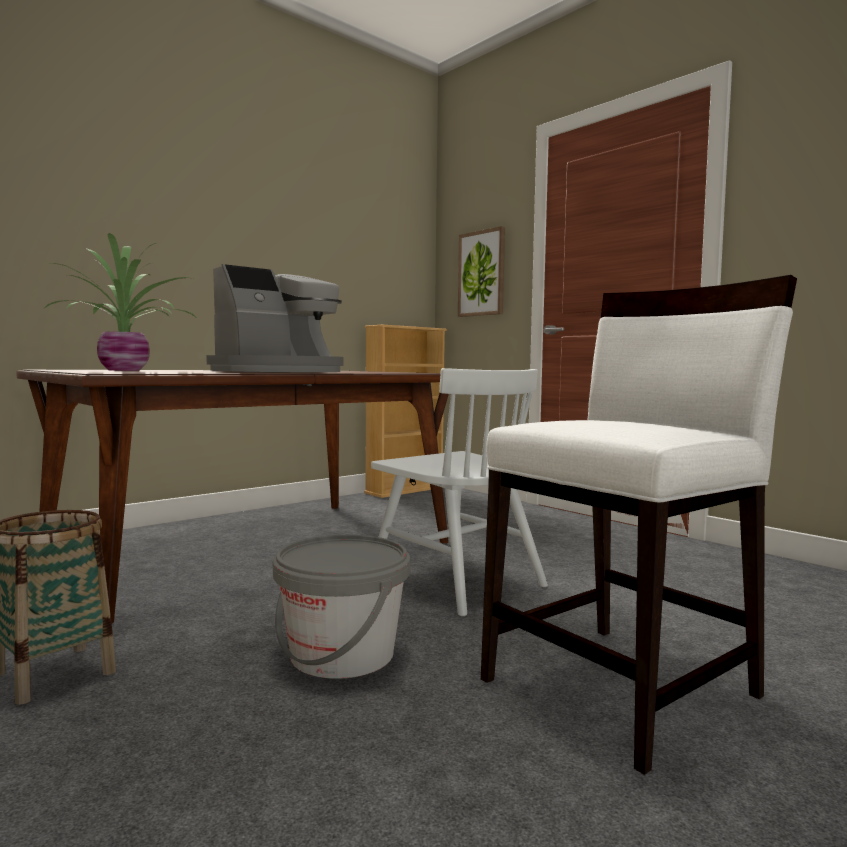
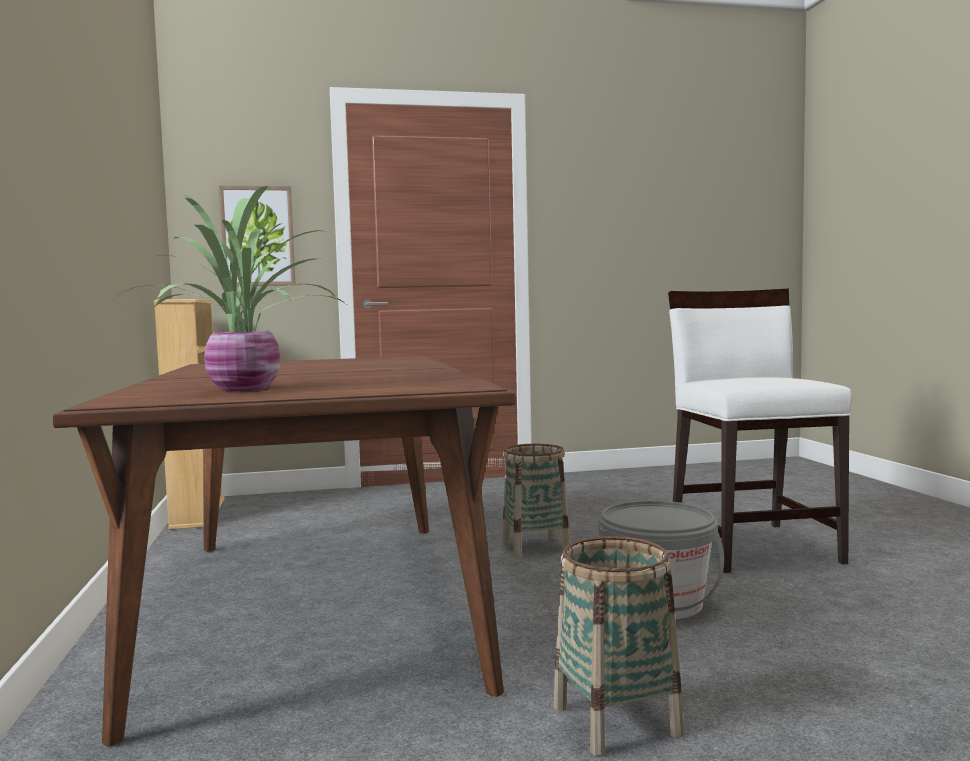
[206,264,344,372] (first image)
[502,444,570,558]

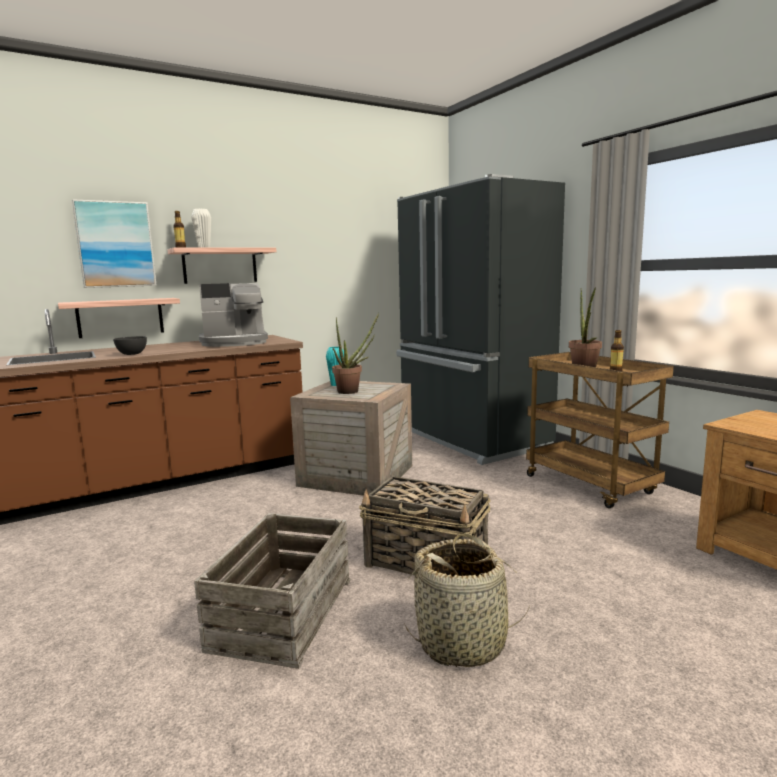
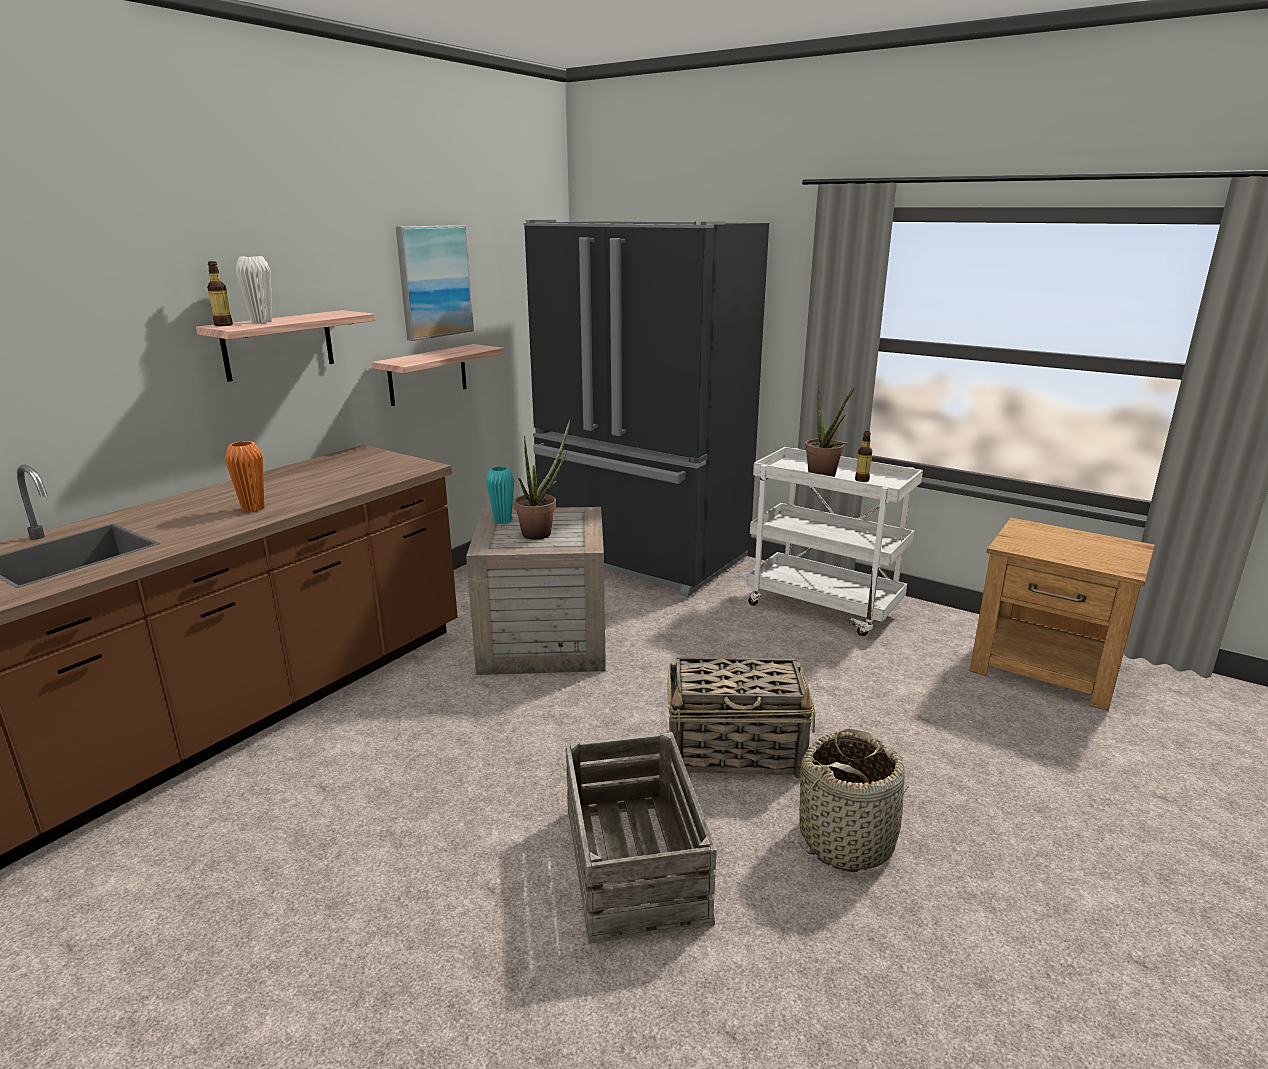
[396,225,474,341]
[199,283,268,347] (first image)
[372,344,505,406]
[113,336,147,355] (first image)
[747,447,923,636]
[225,441,264,512]

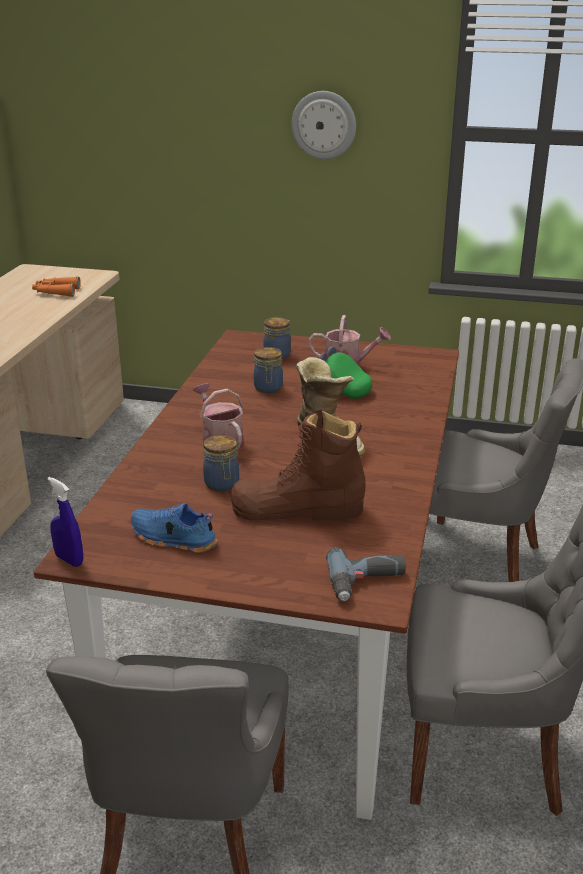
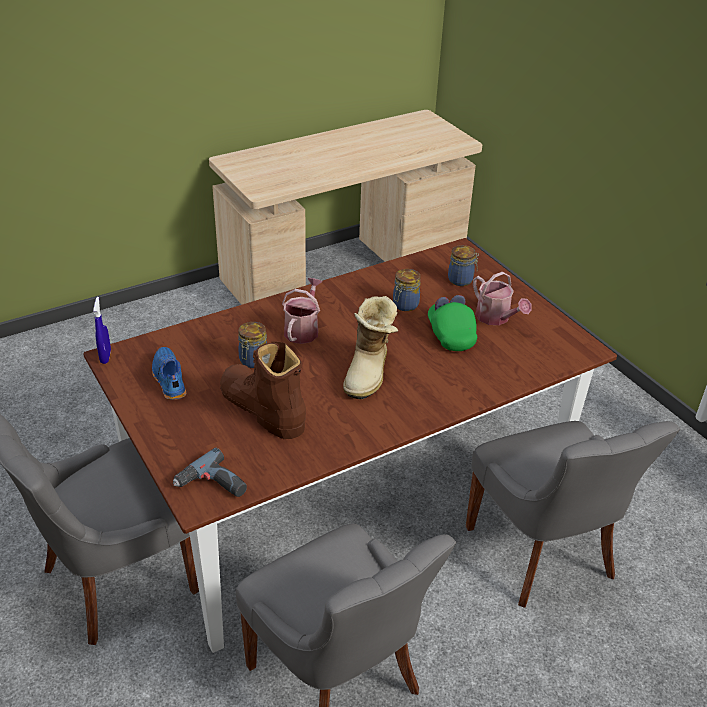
[291,91,356,159] (first image)
[32,276,81,297] (first image)

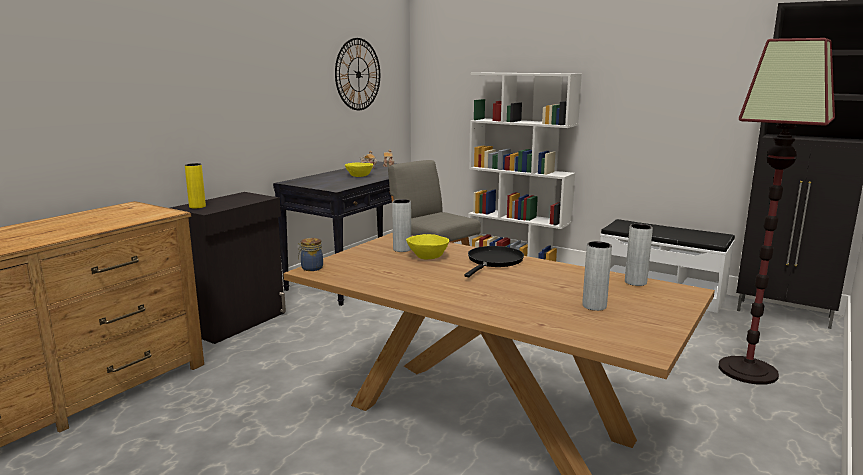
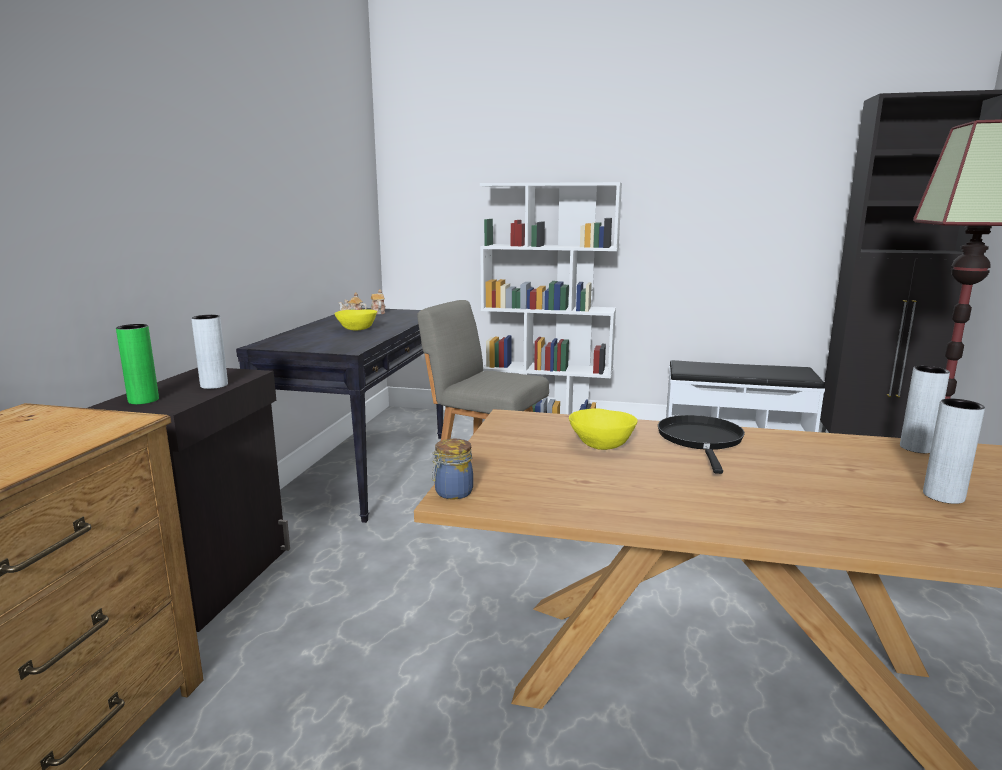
[335,38,380,110] (first image)
[116,324,159,404]
[191,315,228,389]

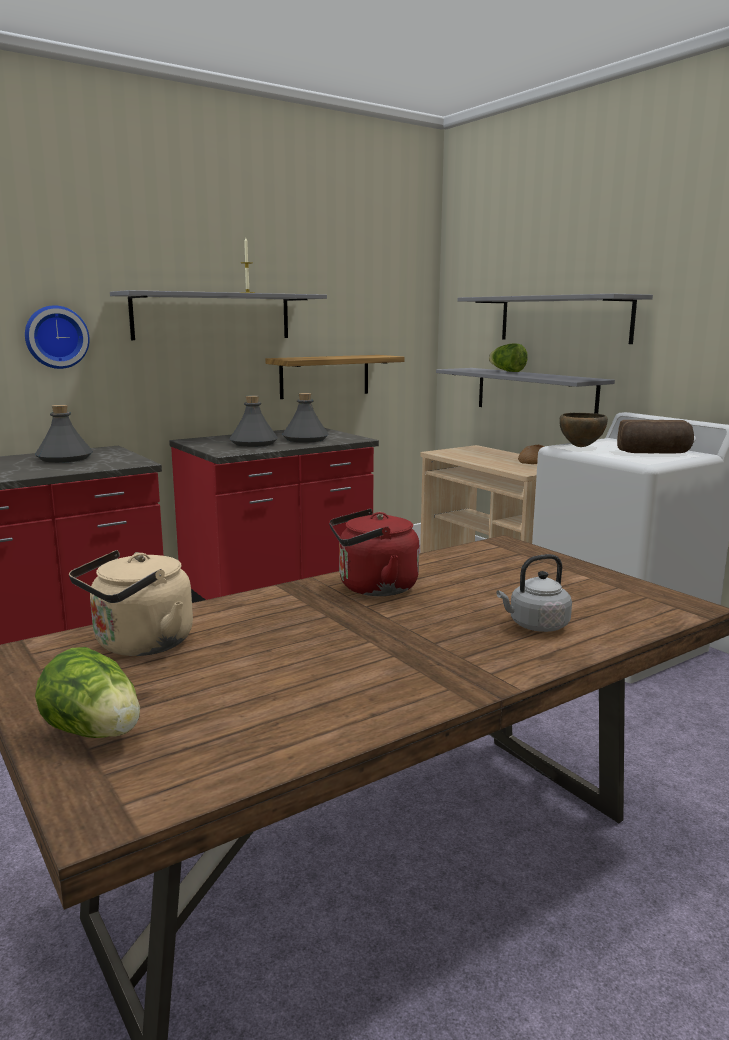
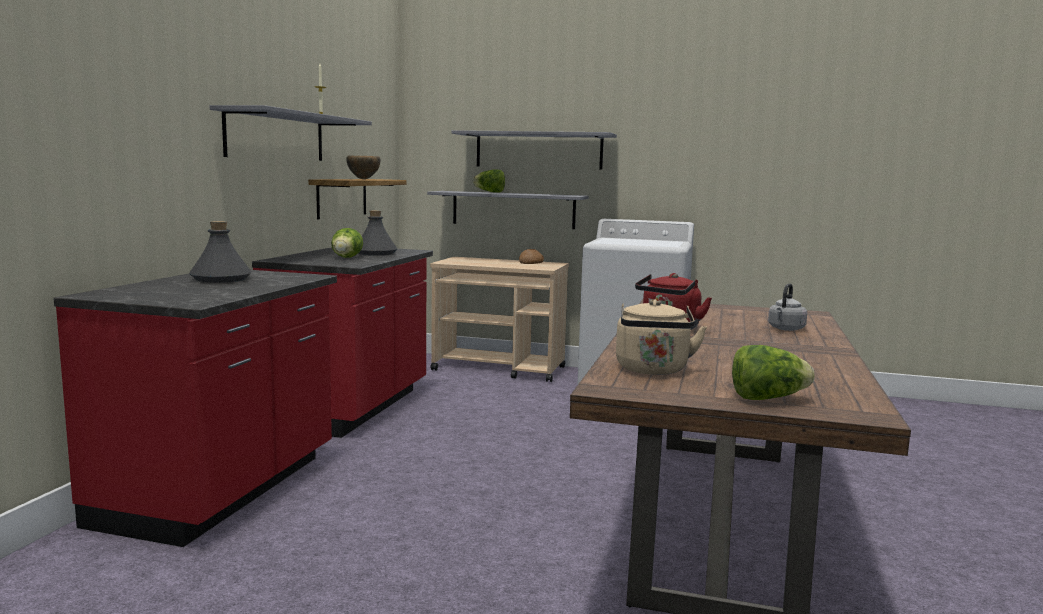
[25,305,90,369] (first image)
[331,228,363,258]
[346,155,380,179]
[617,420,694,454] (first image)

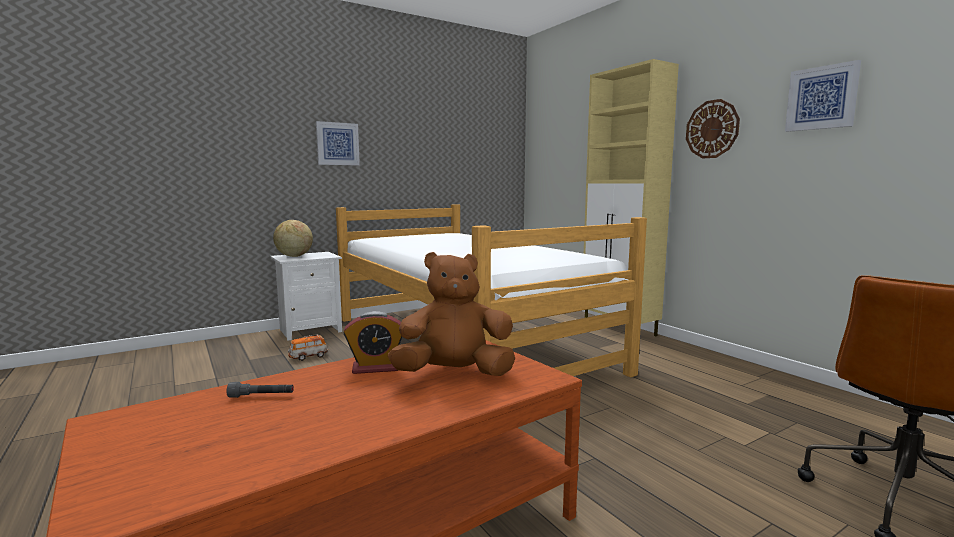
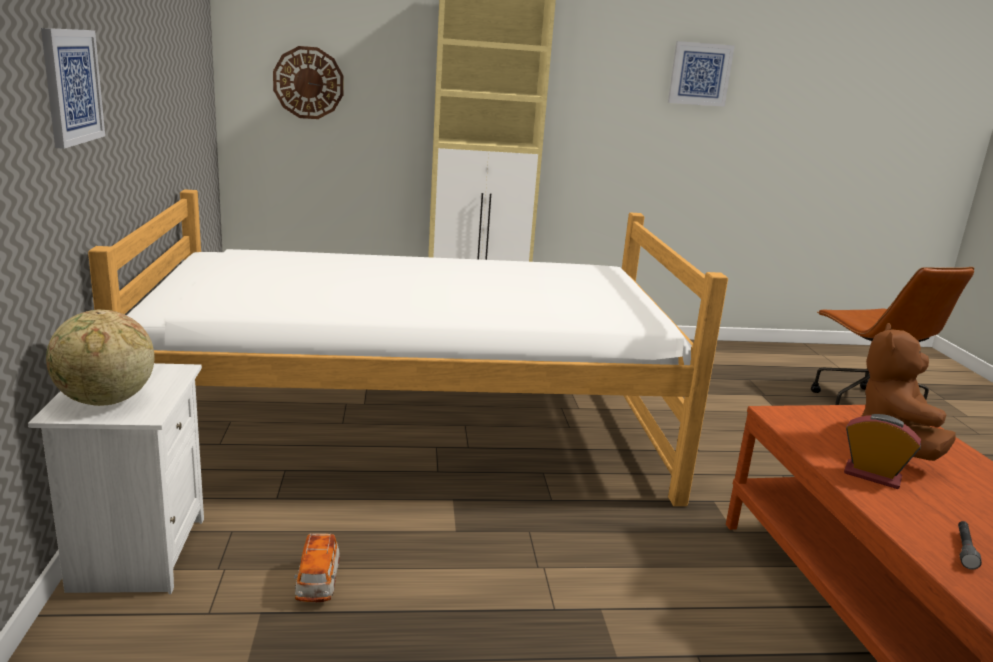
[273,46,344,119]
[844,414,921,489]

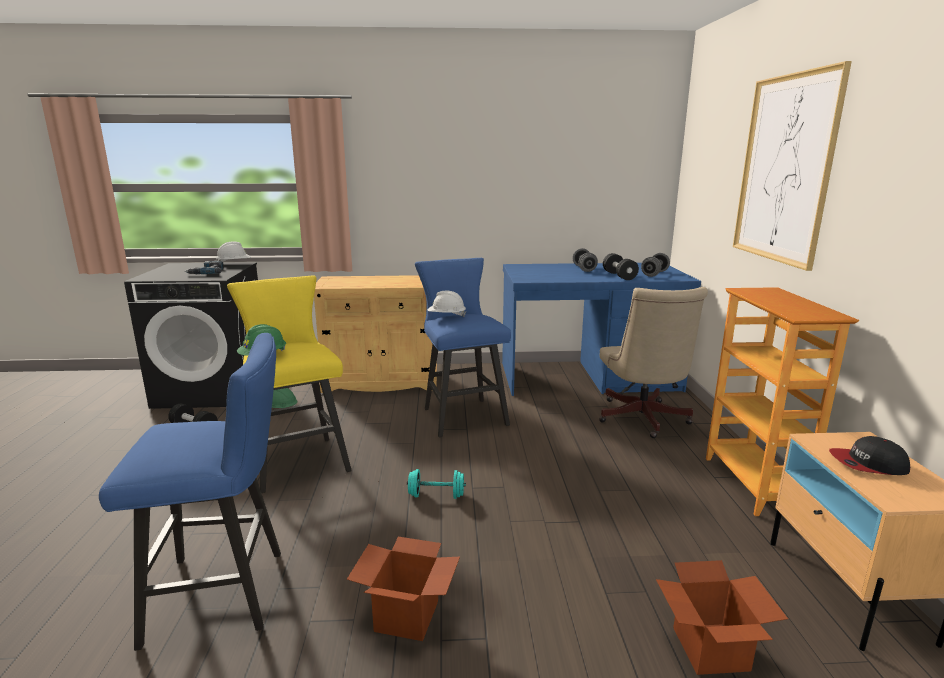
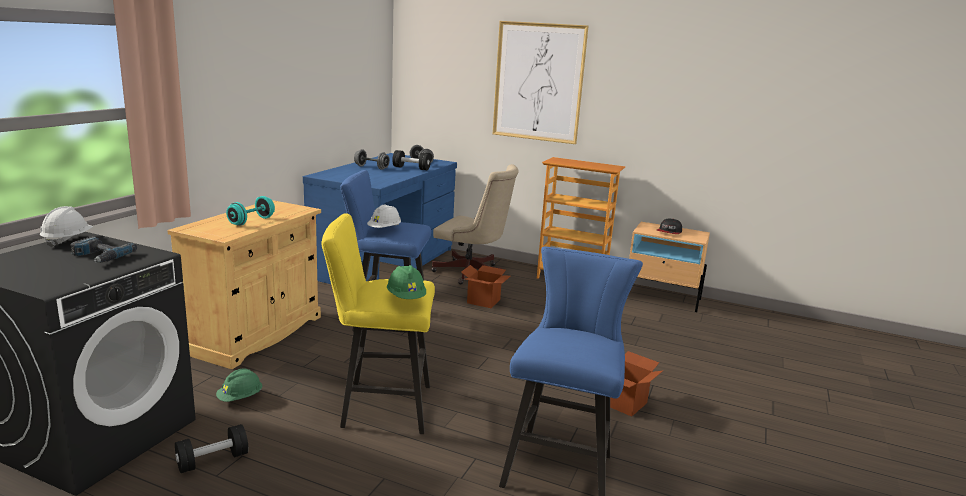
[226,196,275,226]
[461,265,510,308]

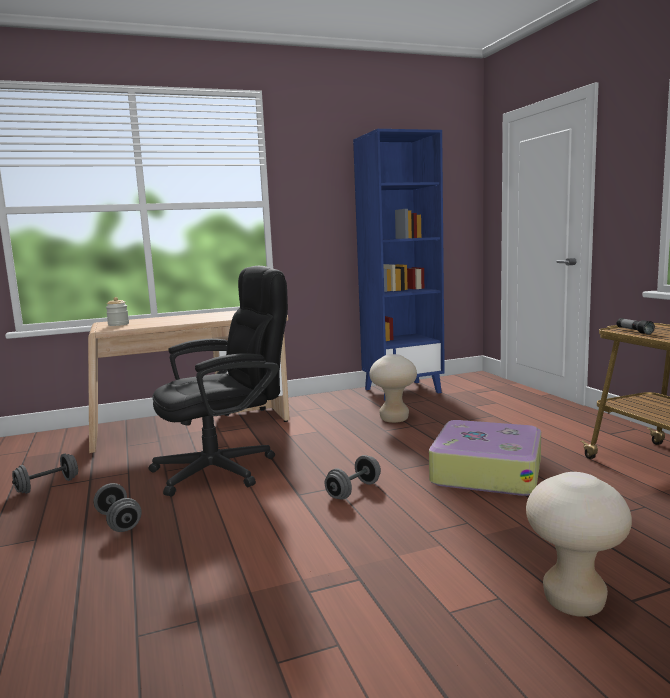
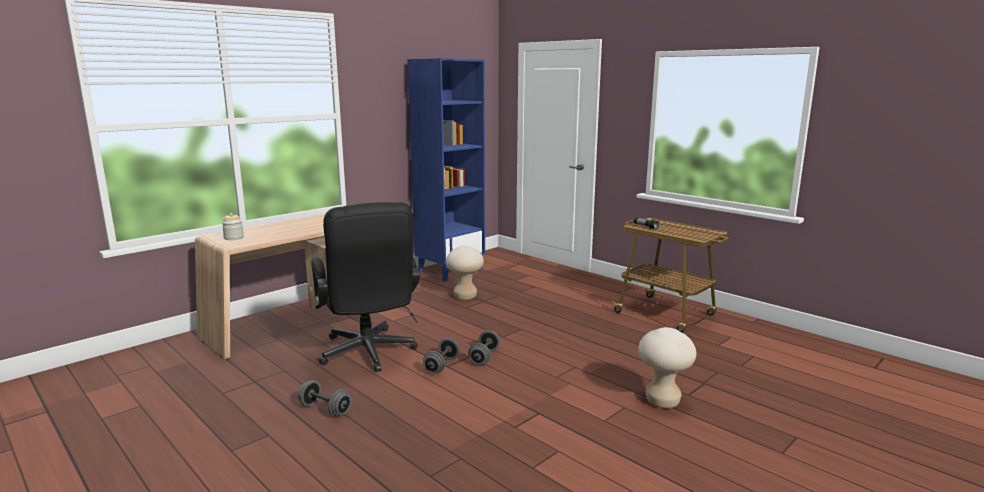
[311,202,420,372]
[429,420,541,496] (first image)
[423,338,460,374]

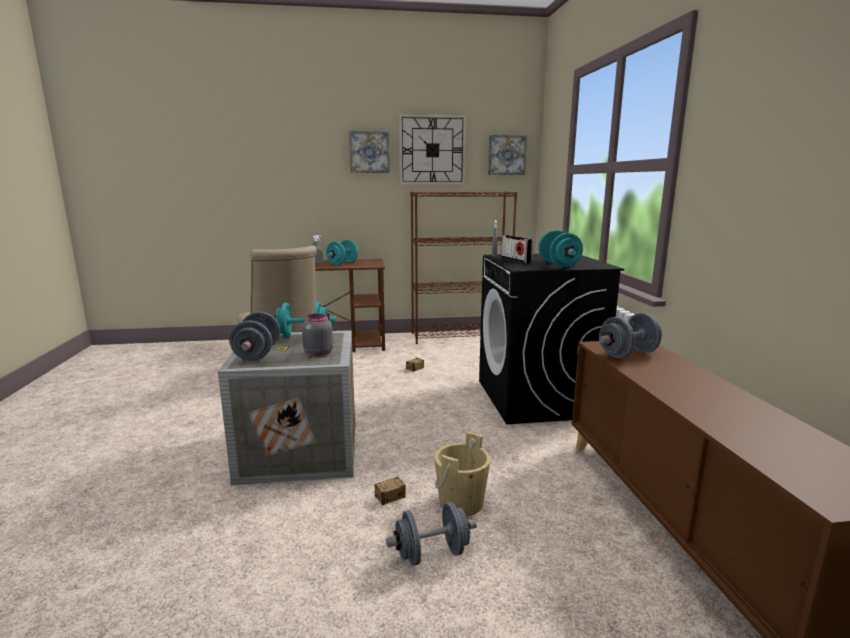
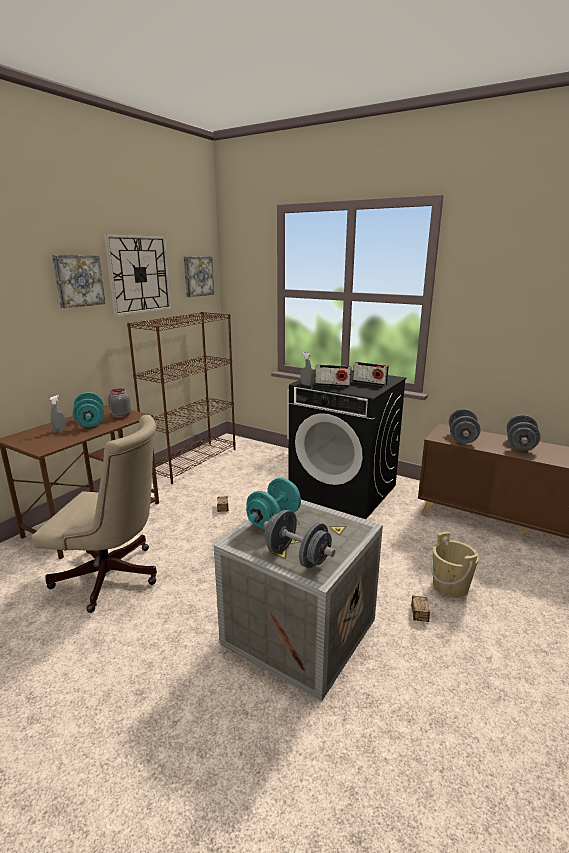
[353,362,389,386]
[108,389,131,418]
[507,414,541,451]

